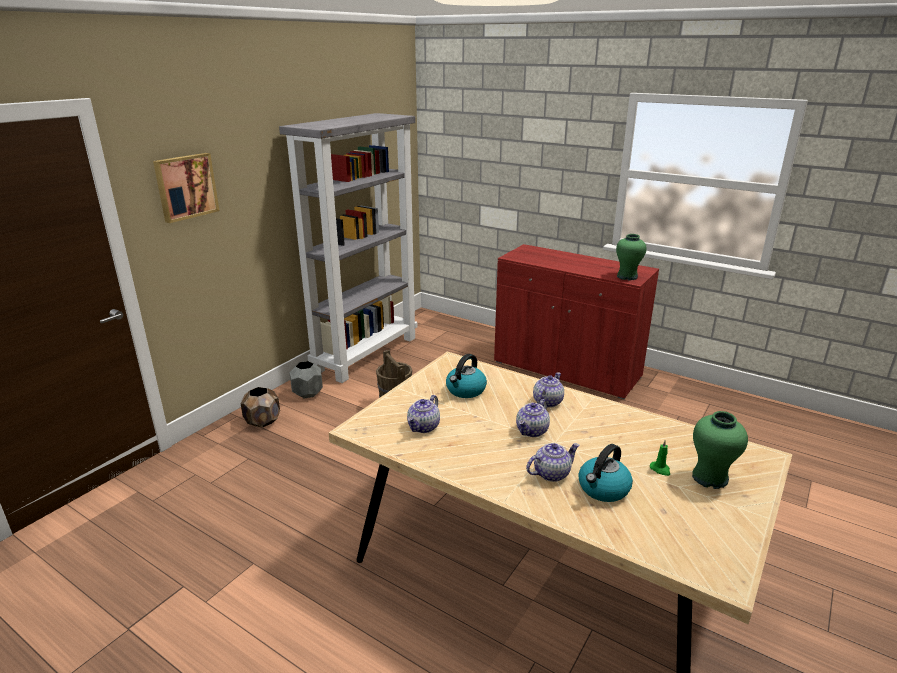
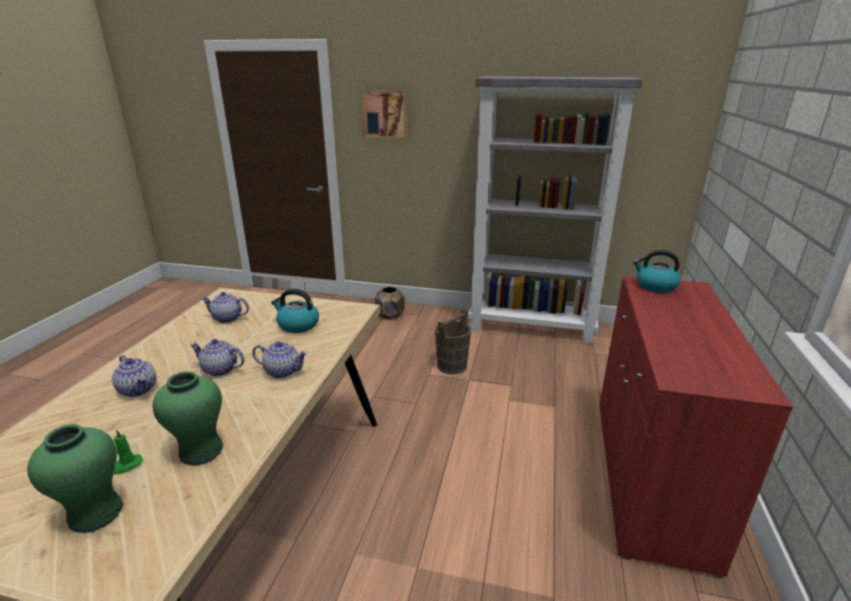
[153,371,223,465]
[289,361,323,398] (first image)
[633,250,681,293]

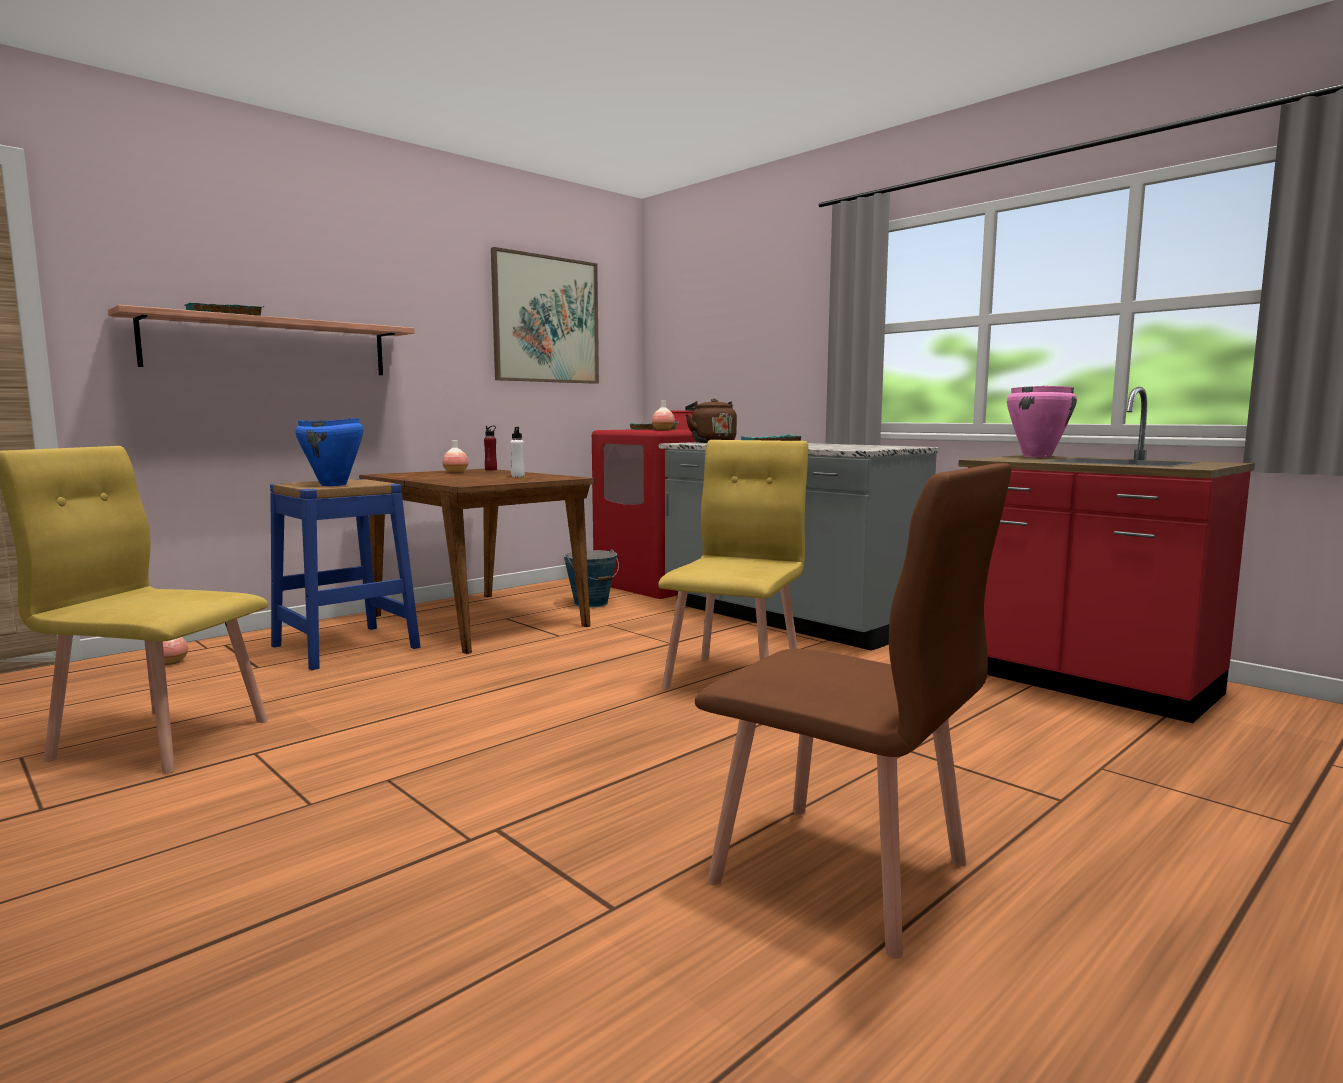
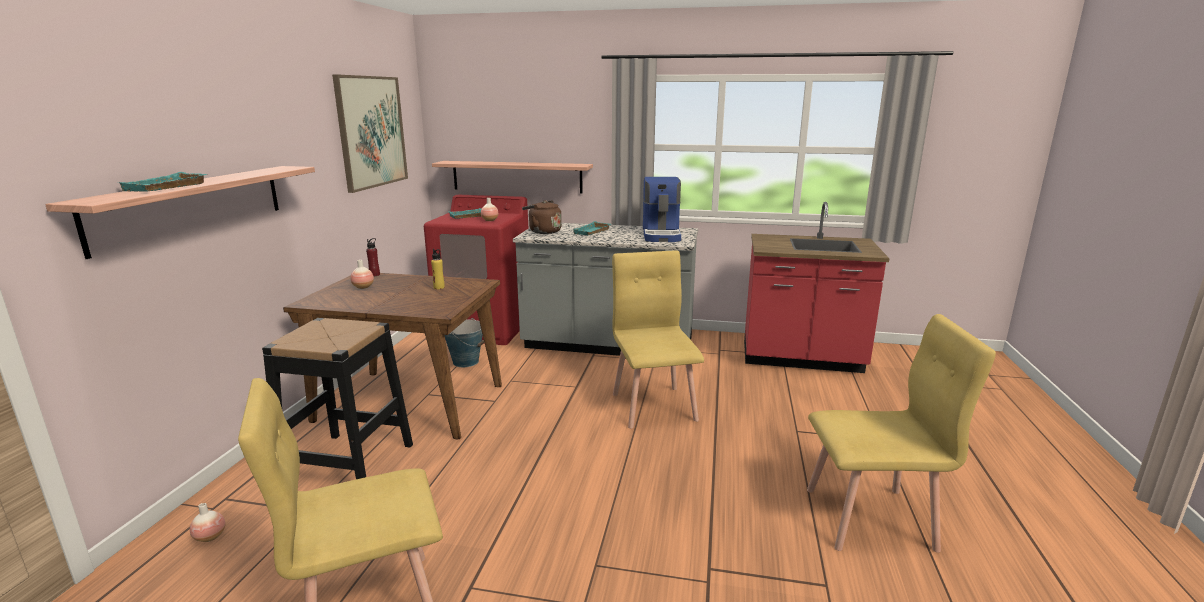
[1007,386,1077,457] (first image)
[295,418,363,486] (first image)
[431,249,445,289]
[807,314,996,553]
[262,318,413,479]
[432,161,593,193]
[643,177,681,242]

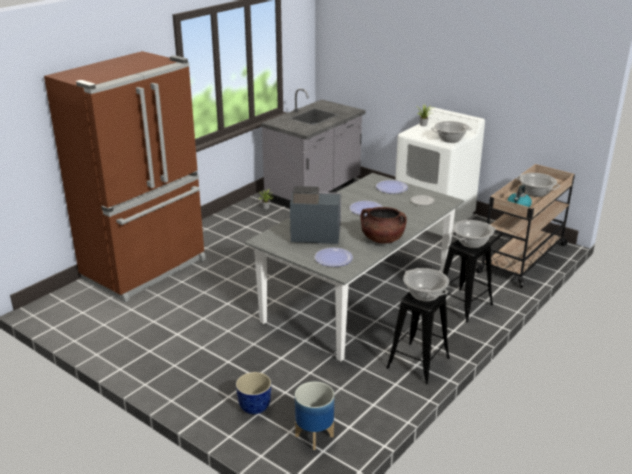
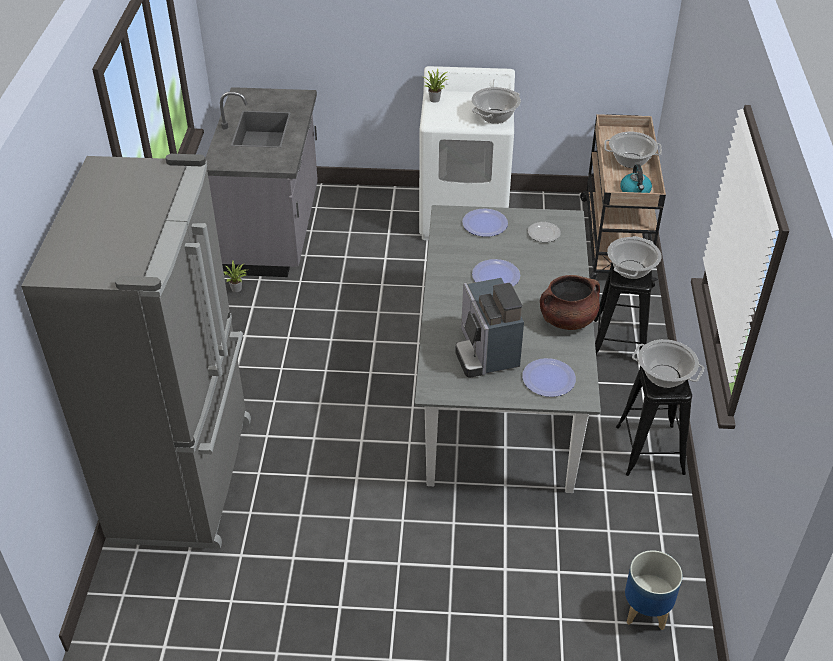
[21,154,251,549]
[455,278,524,377]
[236,372,271,414] (first image)

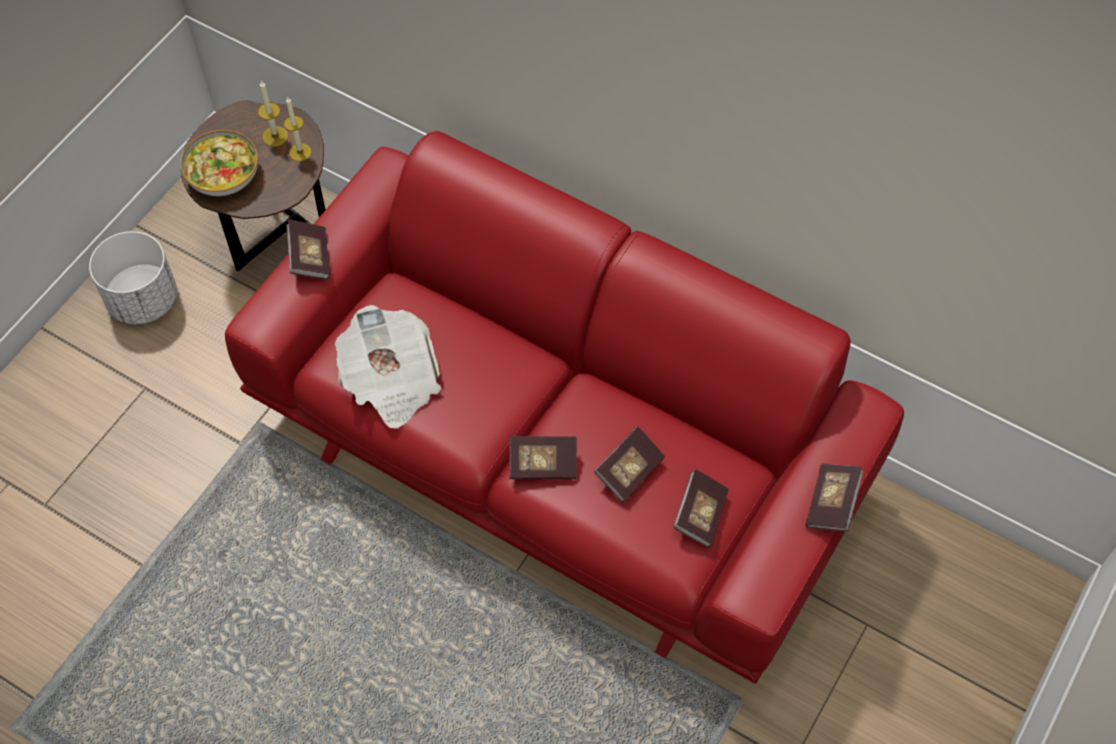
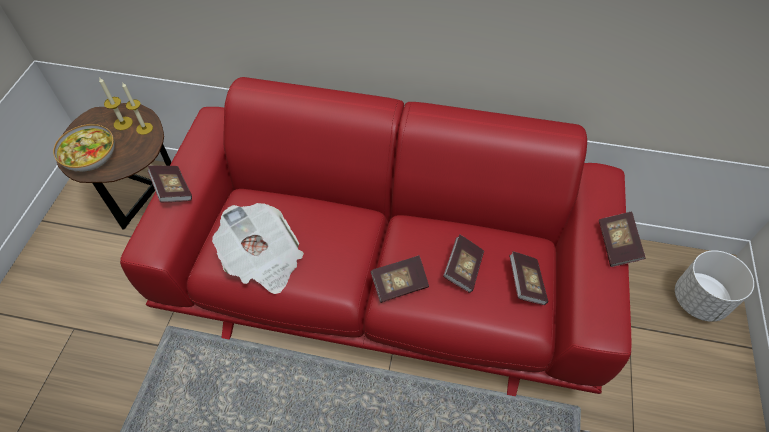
[675,250,754,322]

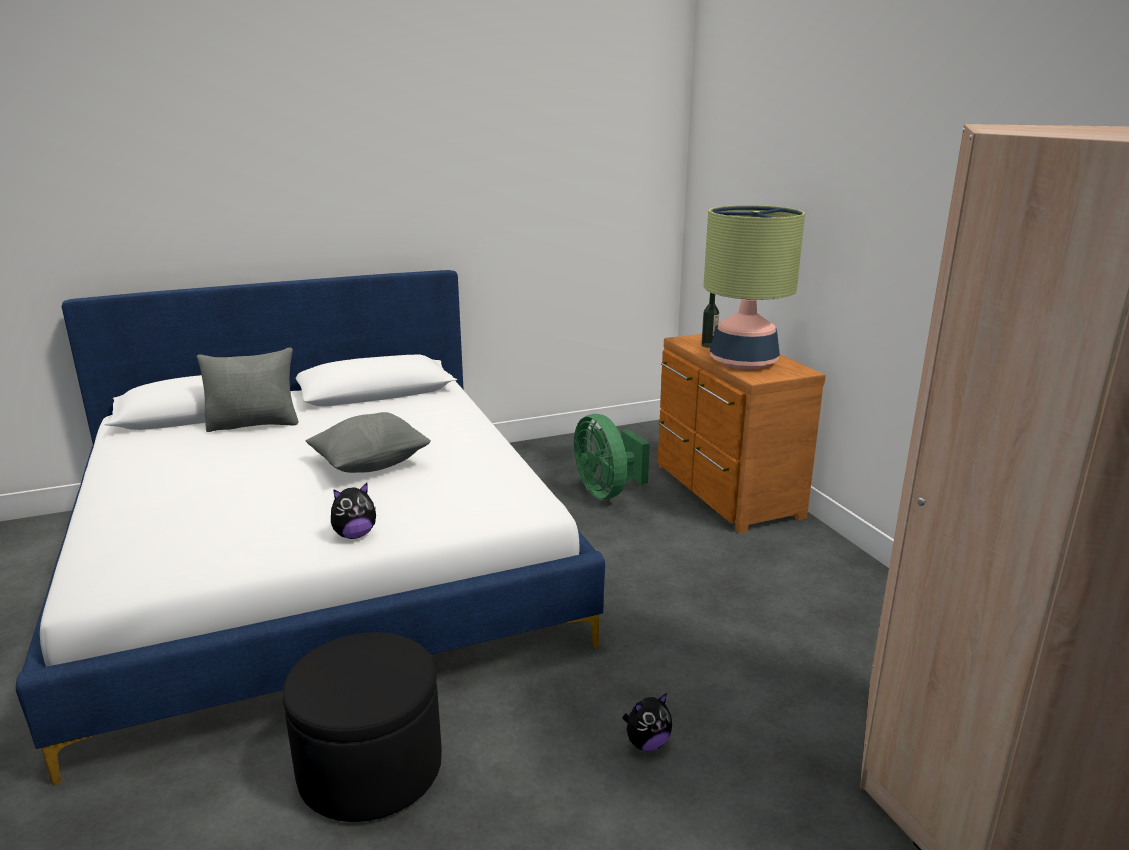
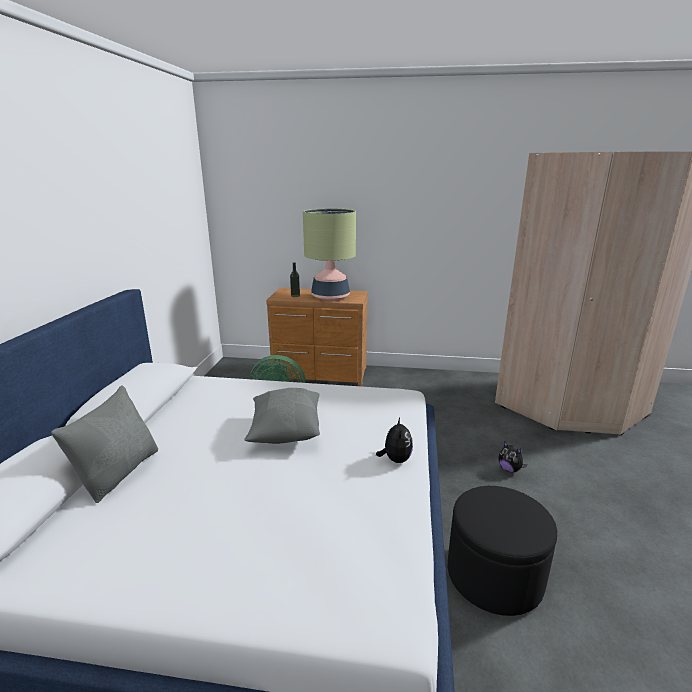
[498,441,527,472]

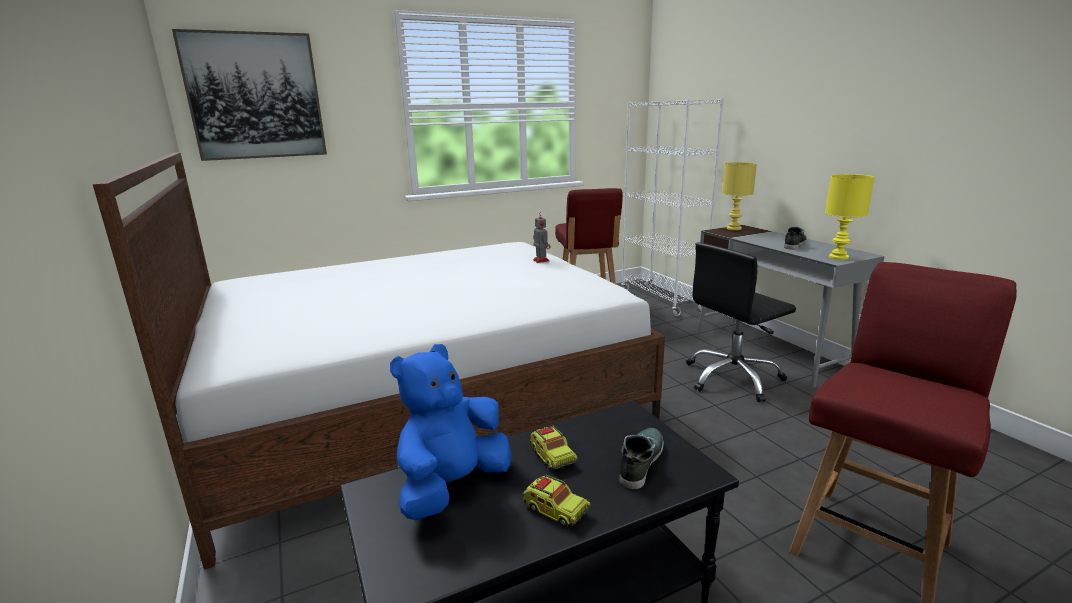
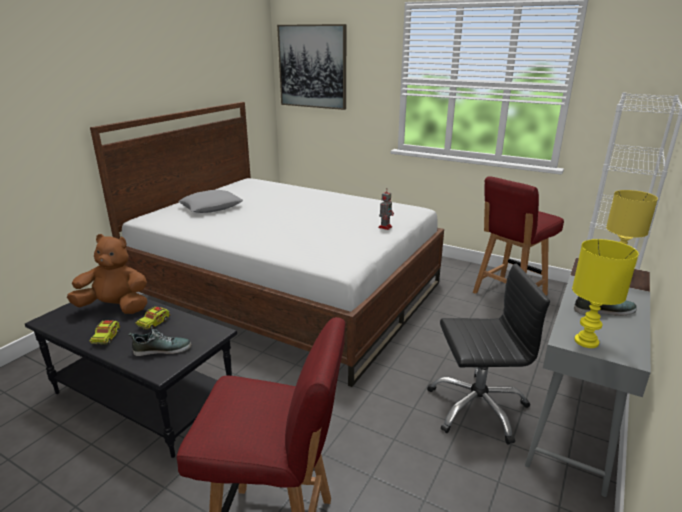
[427,264,550,445]
[67,234,148,314]
[178,190,243,213]

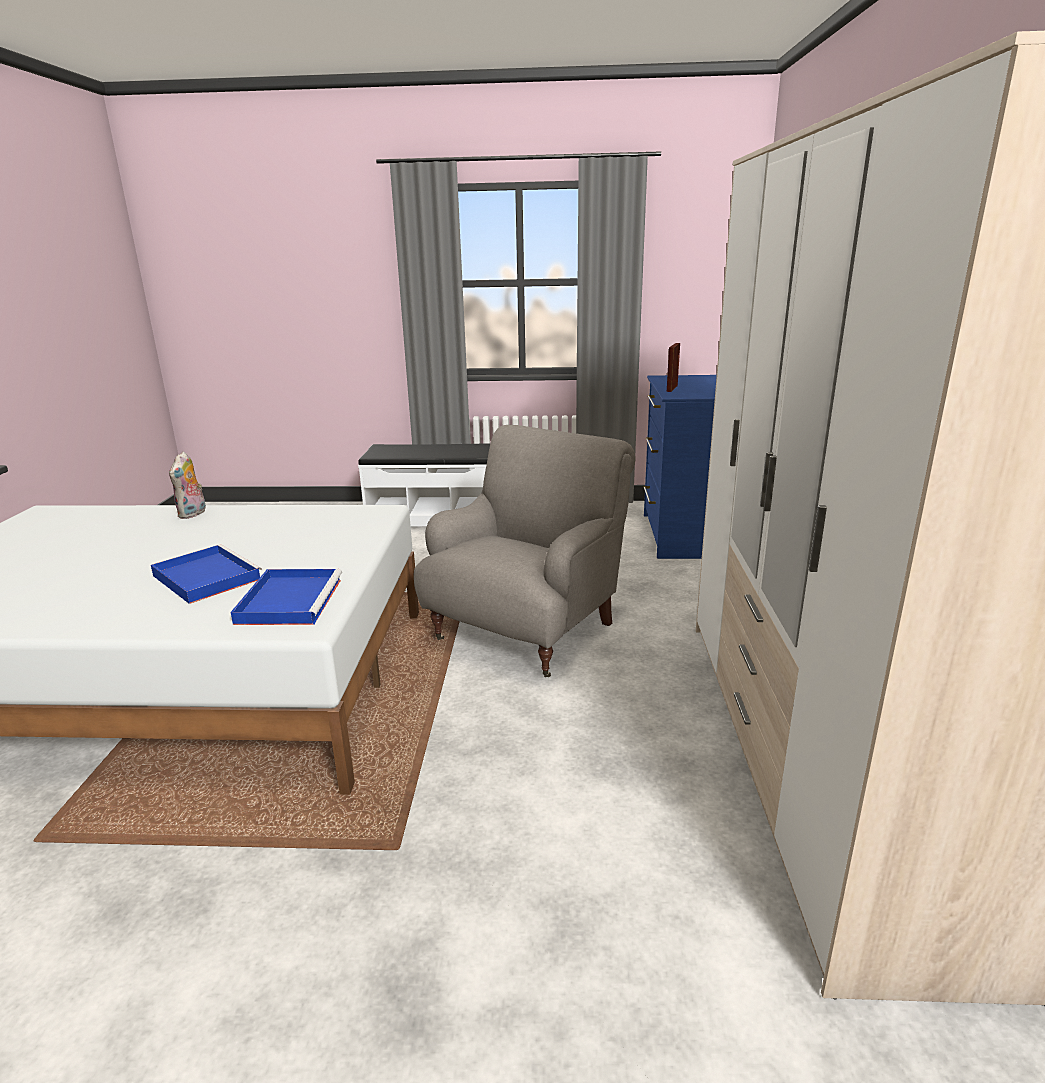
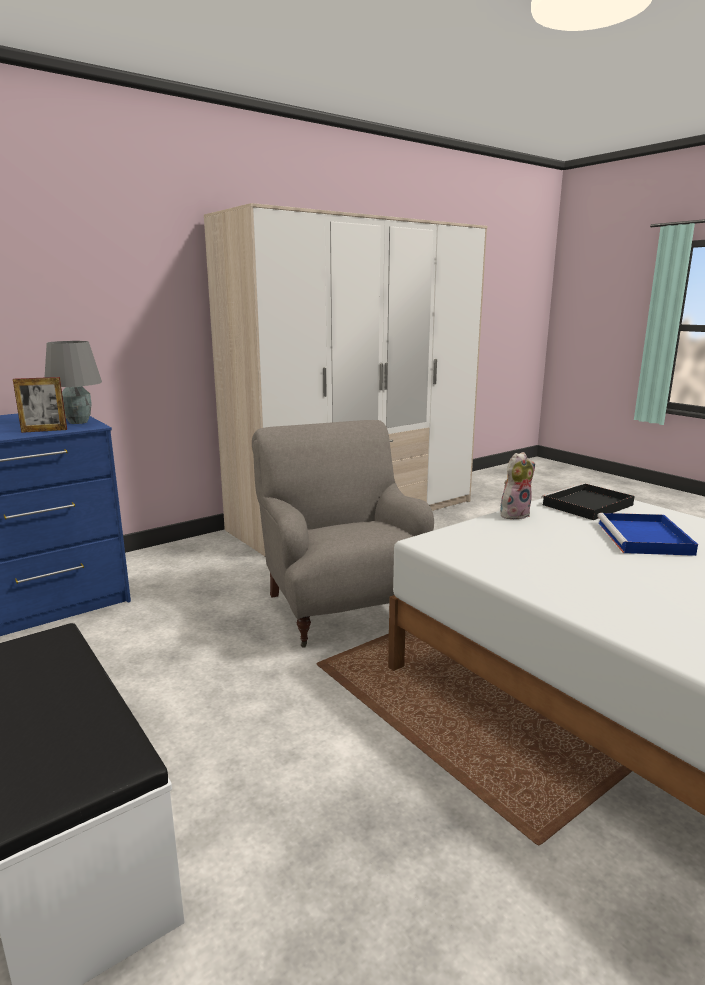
[252,420,434,648]
[500,452,535,520]
[541,483,634,520]
[45,341,102,424]

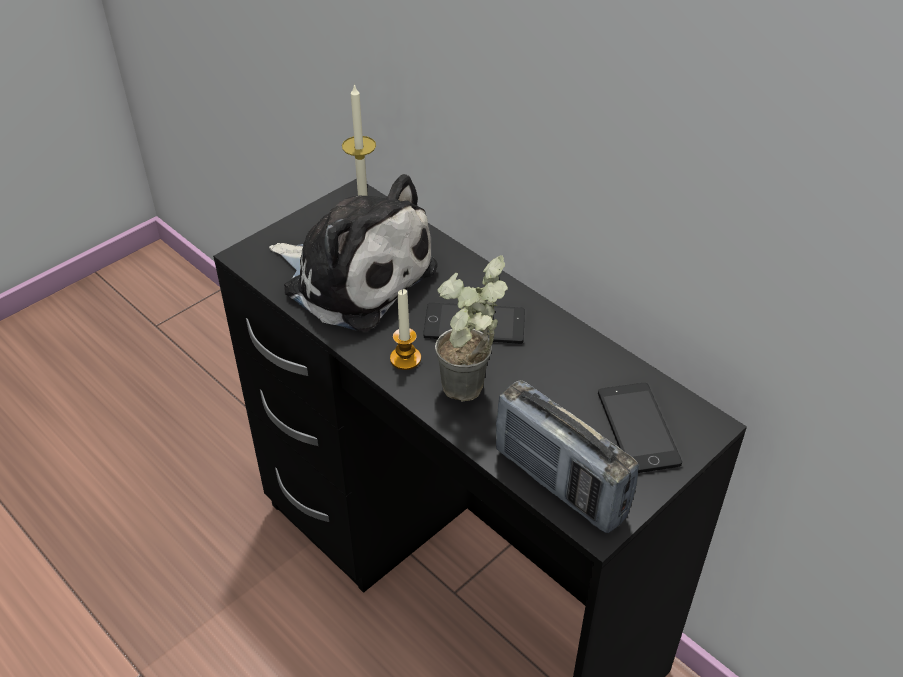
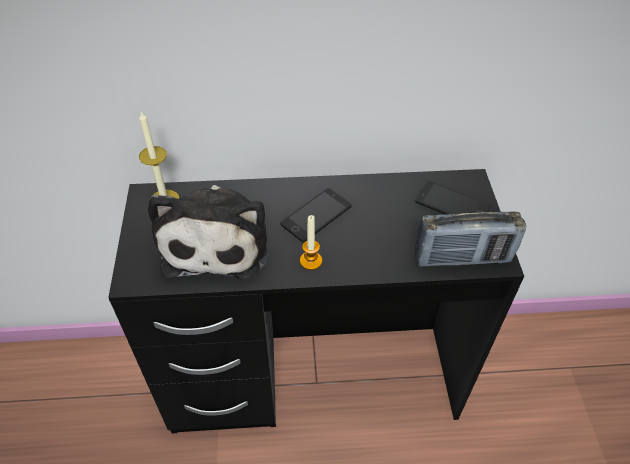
[148,185,268,280]
[435,255,508,402] (first image)

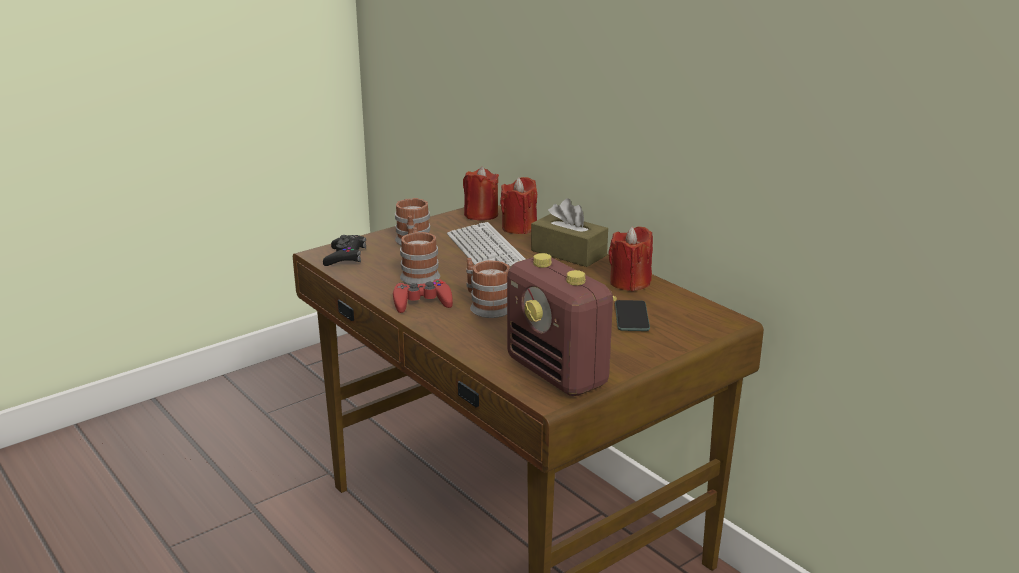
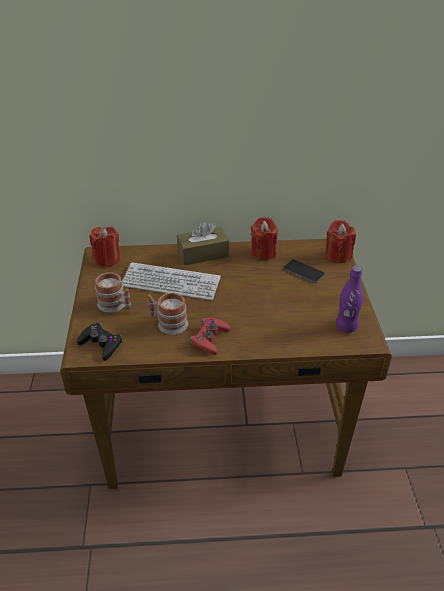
[325,220,356,263]
[336,265,363,333]
[466,258,510,318] (first image)

